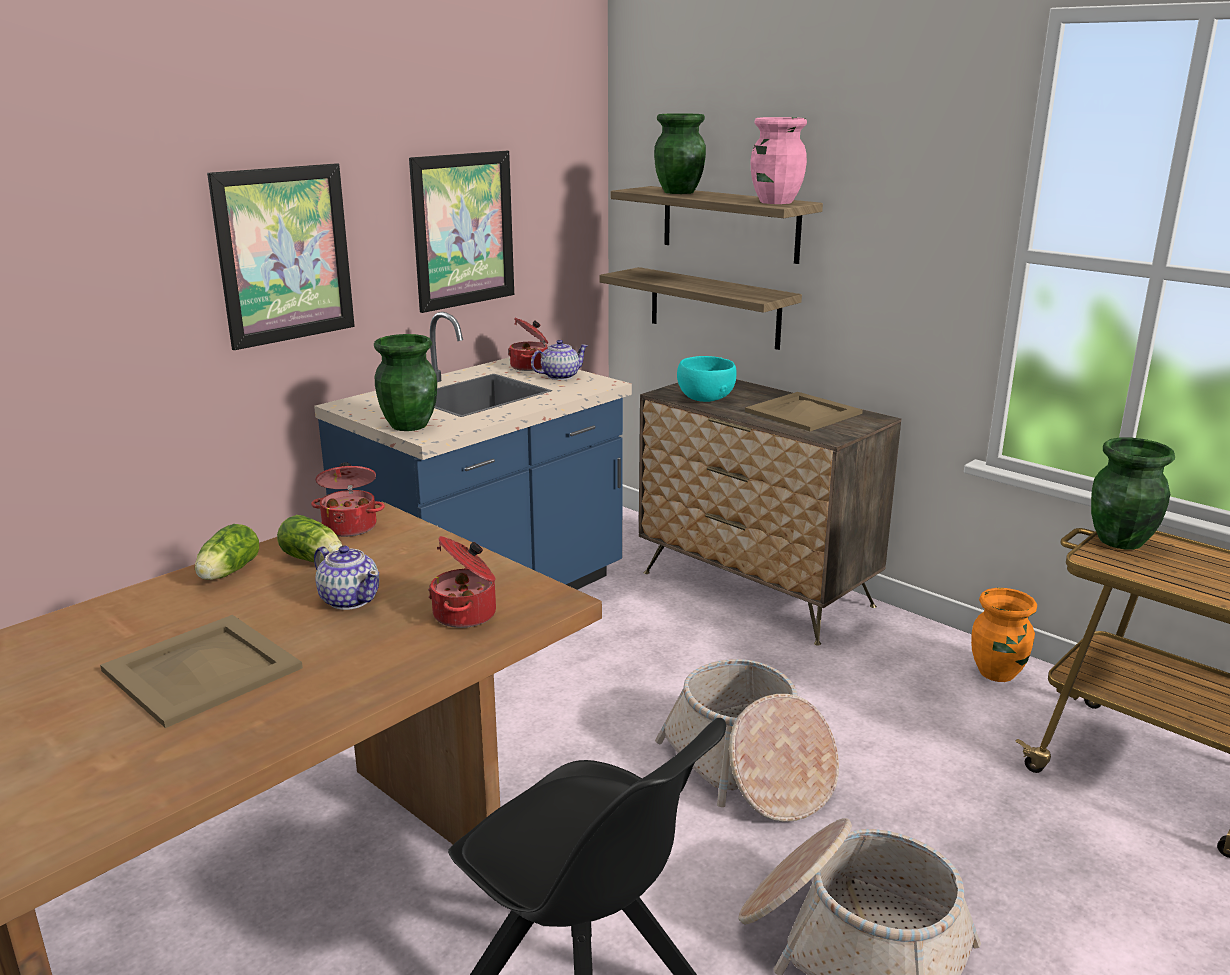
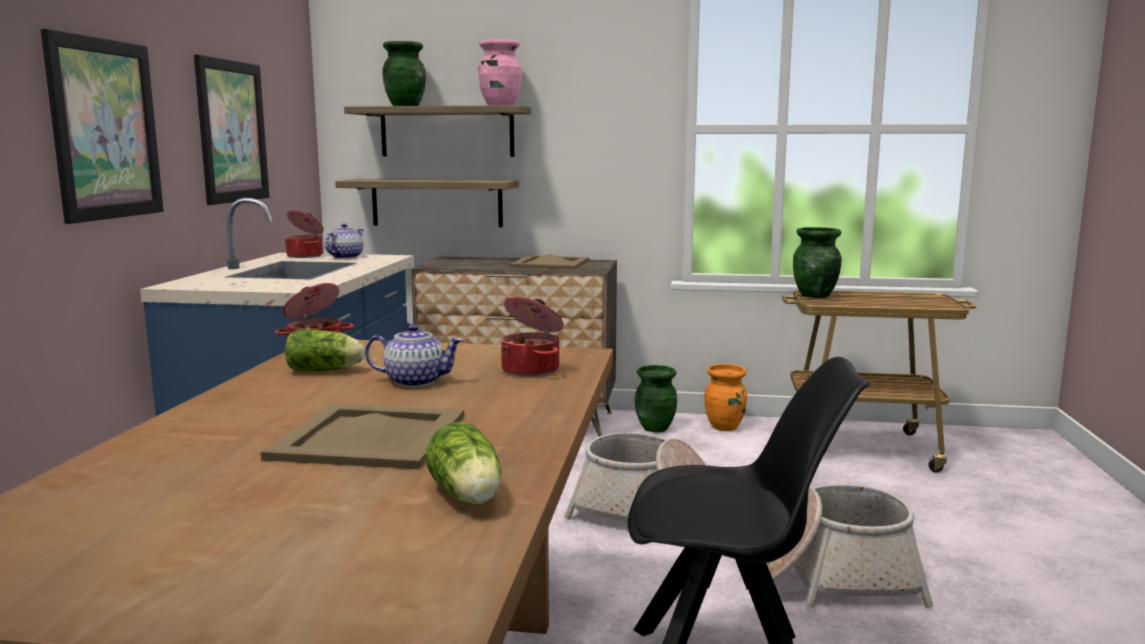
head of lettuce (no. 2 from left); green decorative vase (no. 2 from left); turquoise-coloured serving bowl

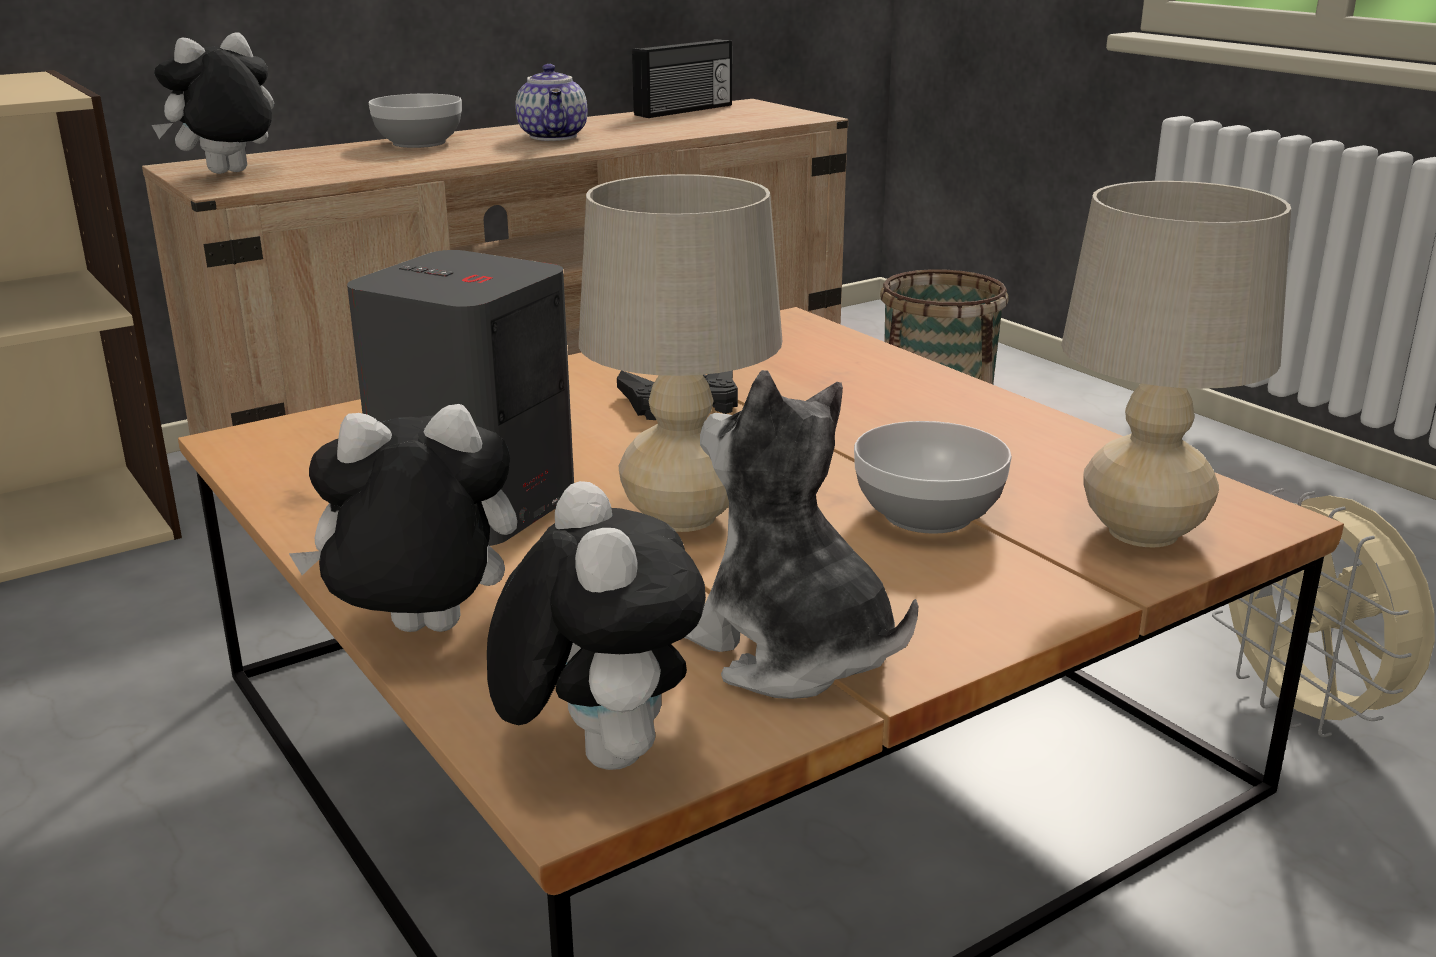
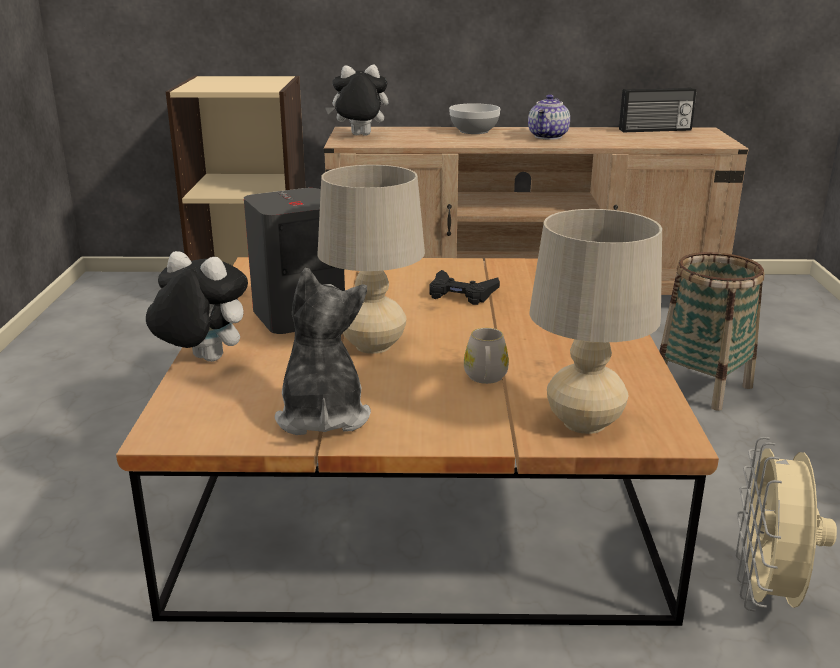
soft toy (no. 3 from left in the first image); whitish tea mug

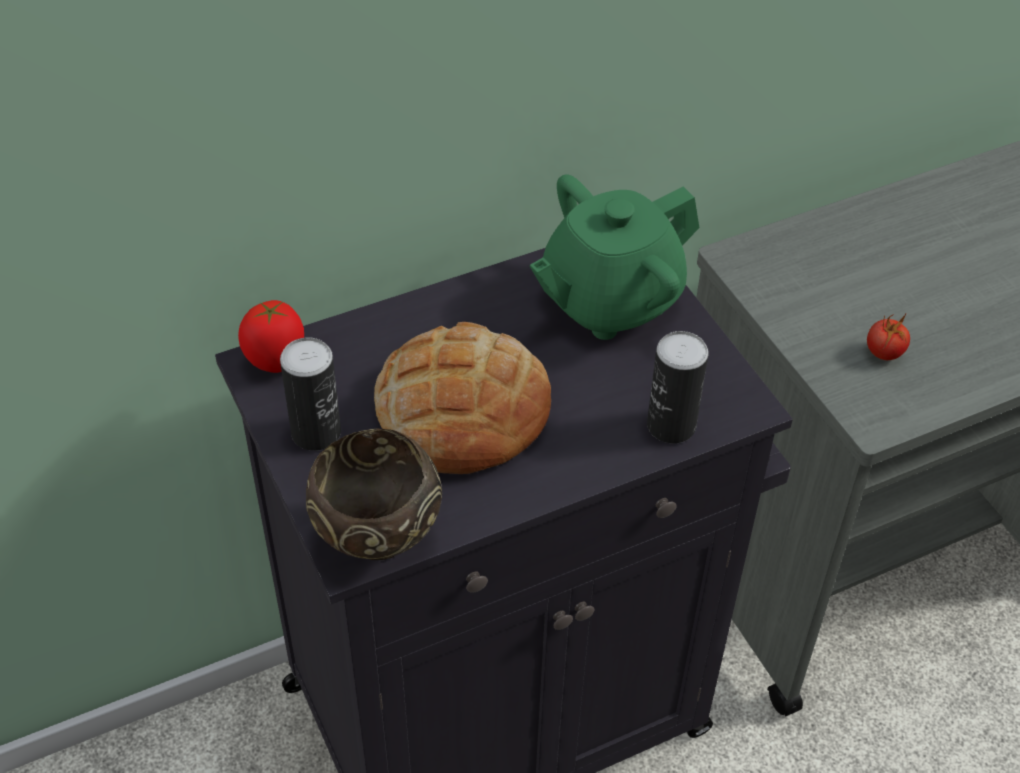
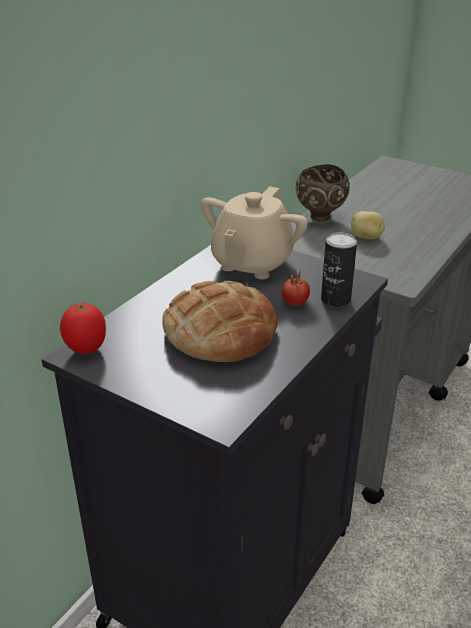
metal can (no. 1 from left in the first image); brownish serving bowl; beige teapot; tomato (no. 2 from left); spud

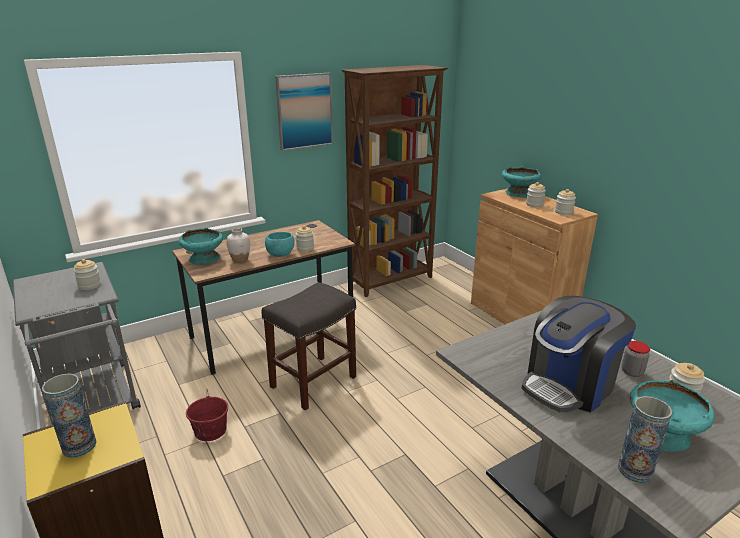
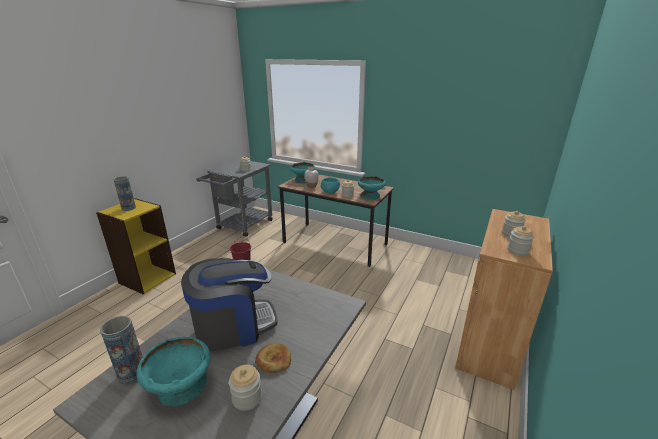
greyish stool seat; picture; brownish bookcase; turquoise-coloured serving bowl (no. 4 from left); coffee machine; bread

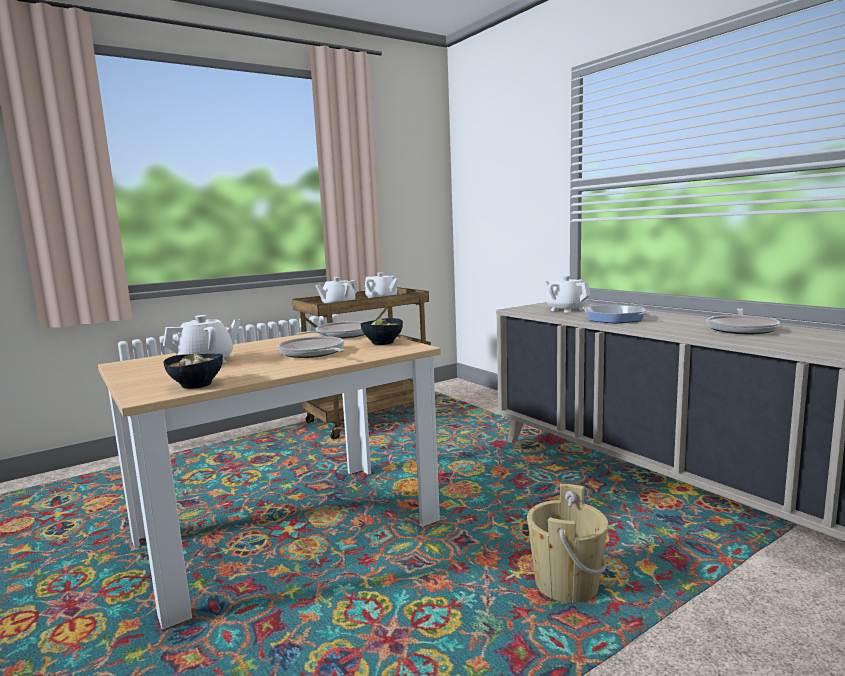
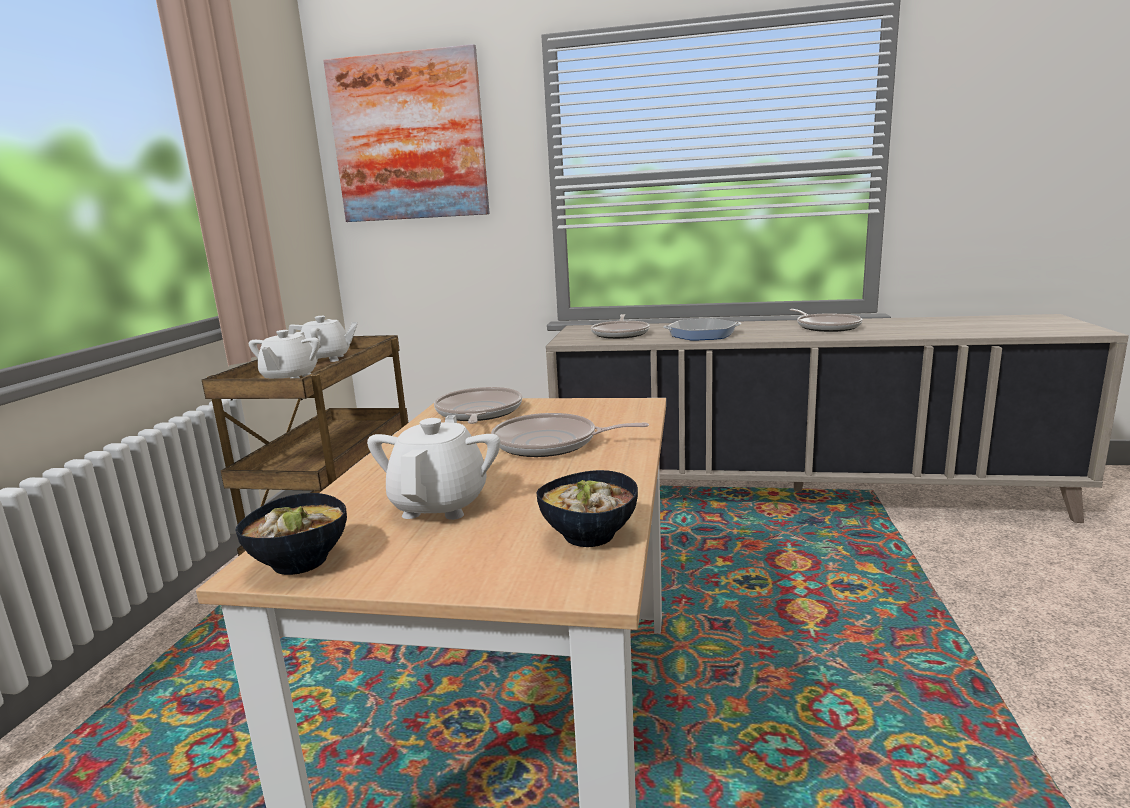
serving bowl (no. 1 from left); beige bucket; frying pan (no. 3 from left); picture

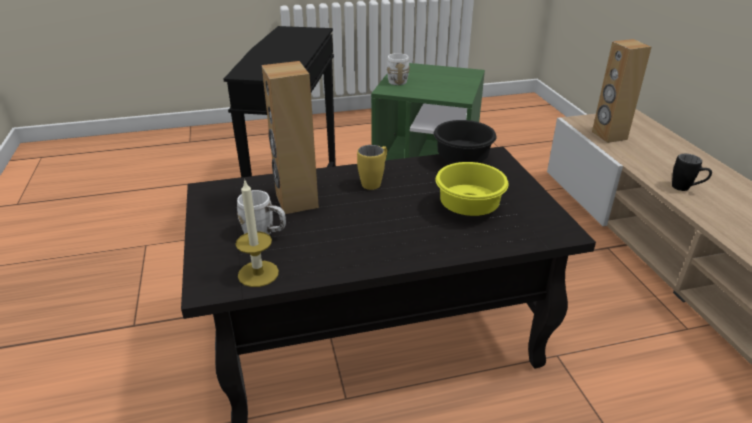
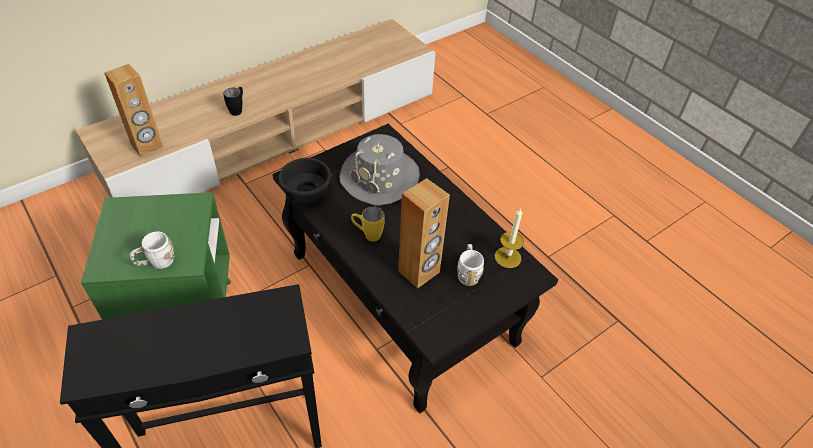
greyish hat

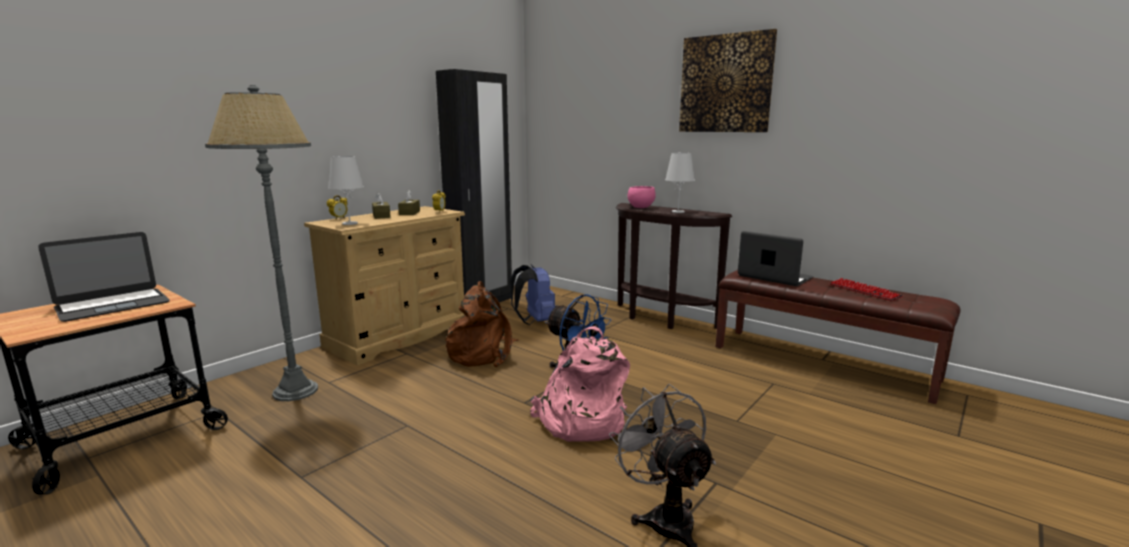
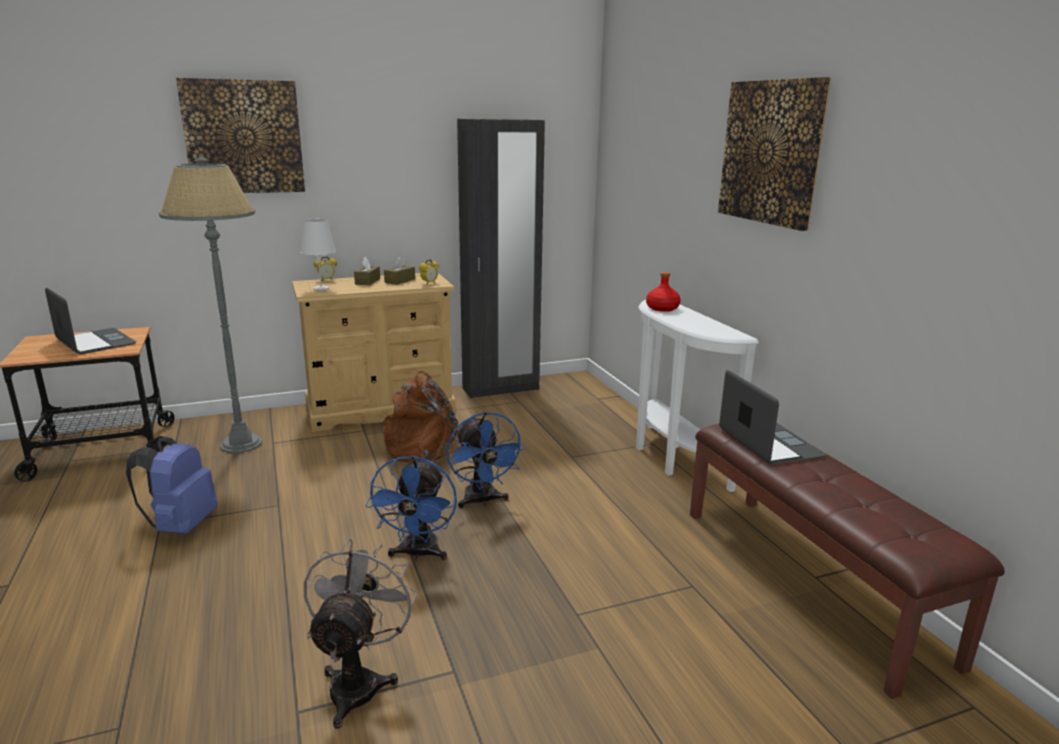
laptop (no. 1 from left); blue backpack; blue fan (no. 1 from left); whitish hall table; red-coloured drink bottle; whitish lamp for a table (no. 2 from left in the first image); keyboard; picture (no. 1 from left)

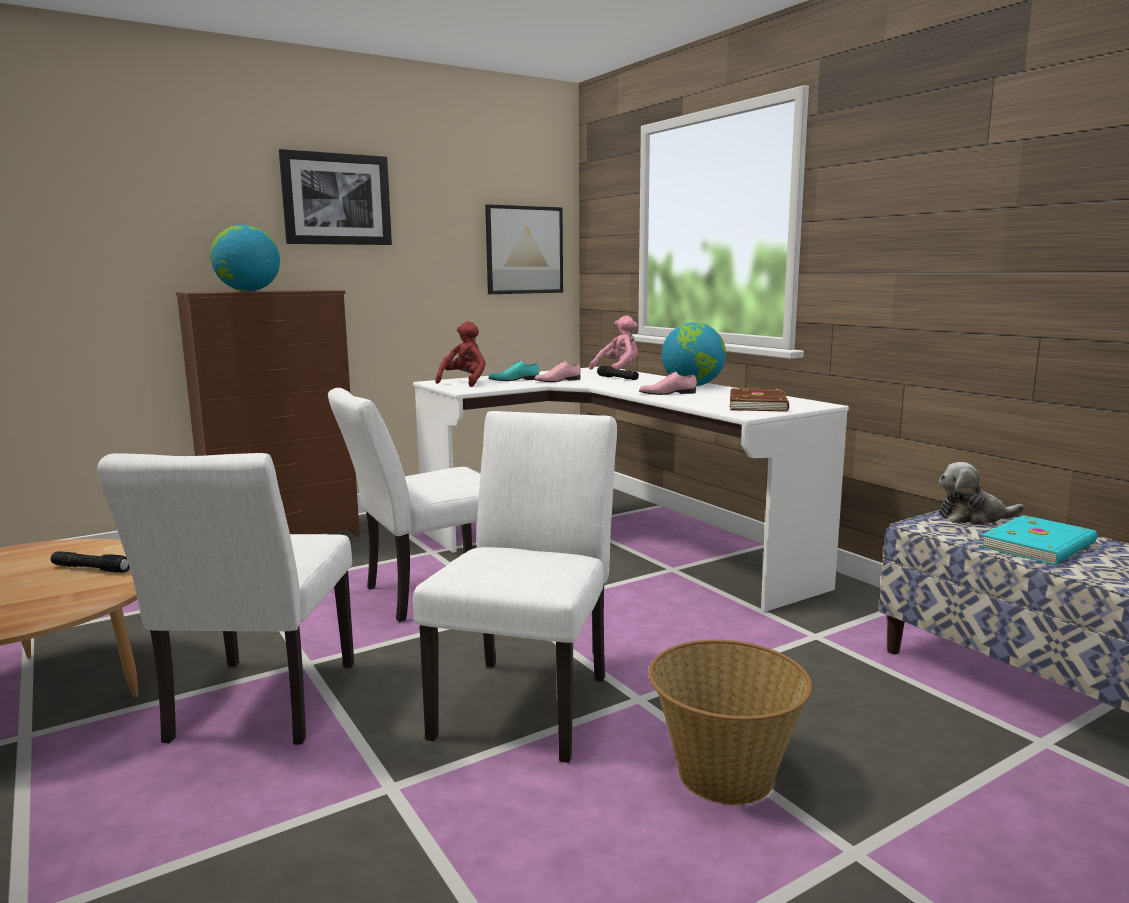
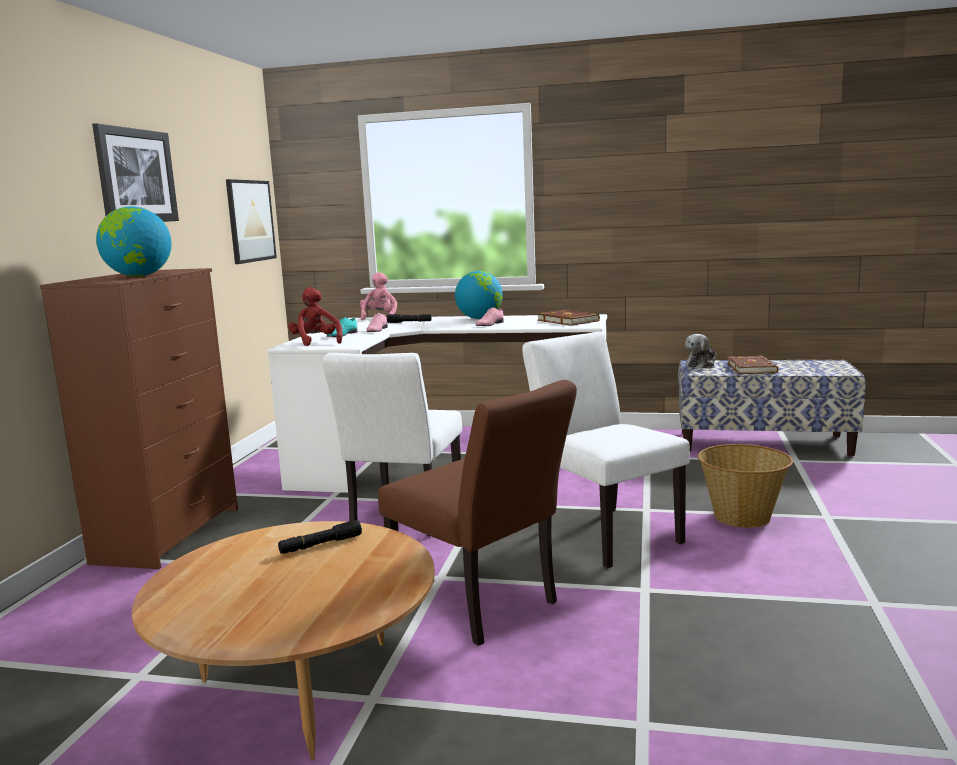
brownish plain chair; brownish bound book (no. 2 from left)

